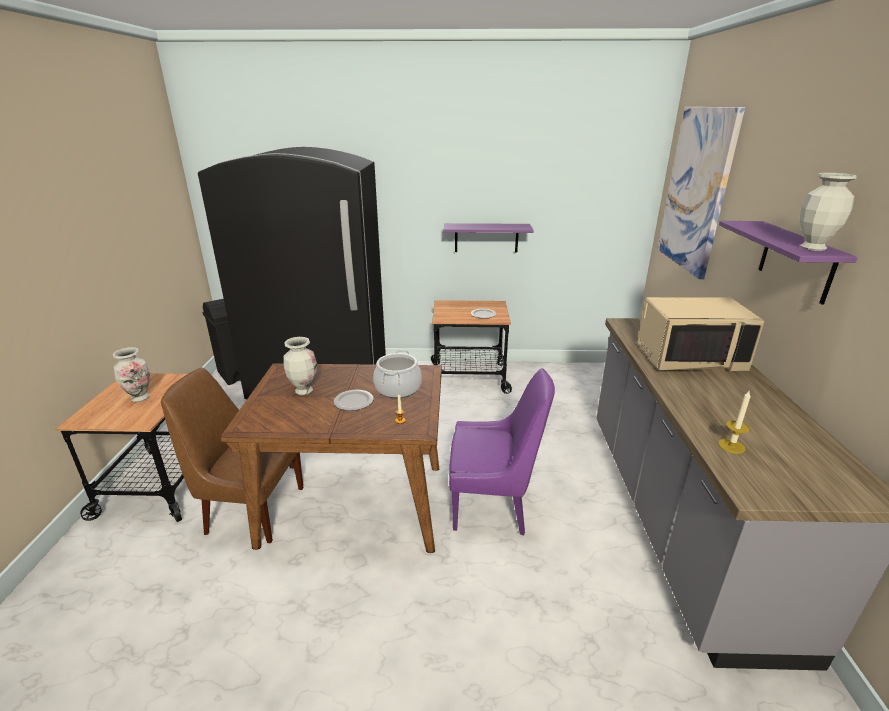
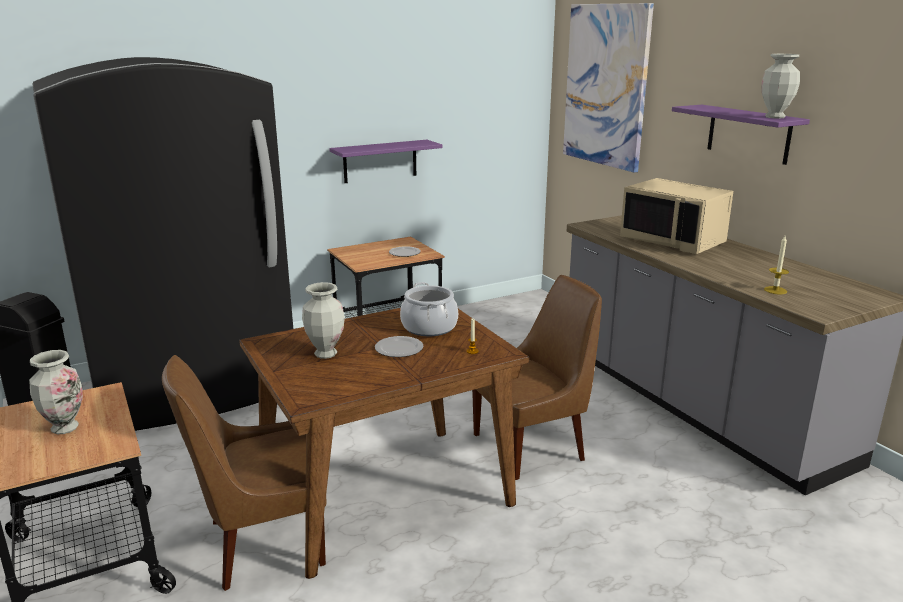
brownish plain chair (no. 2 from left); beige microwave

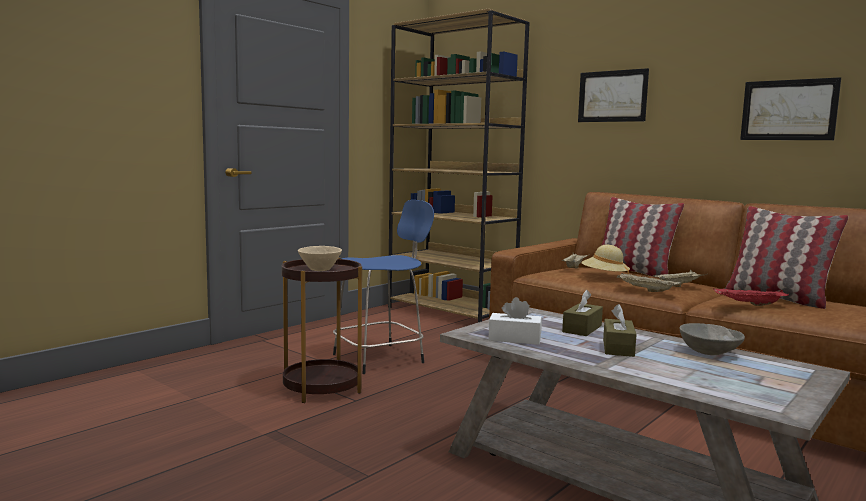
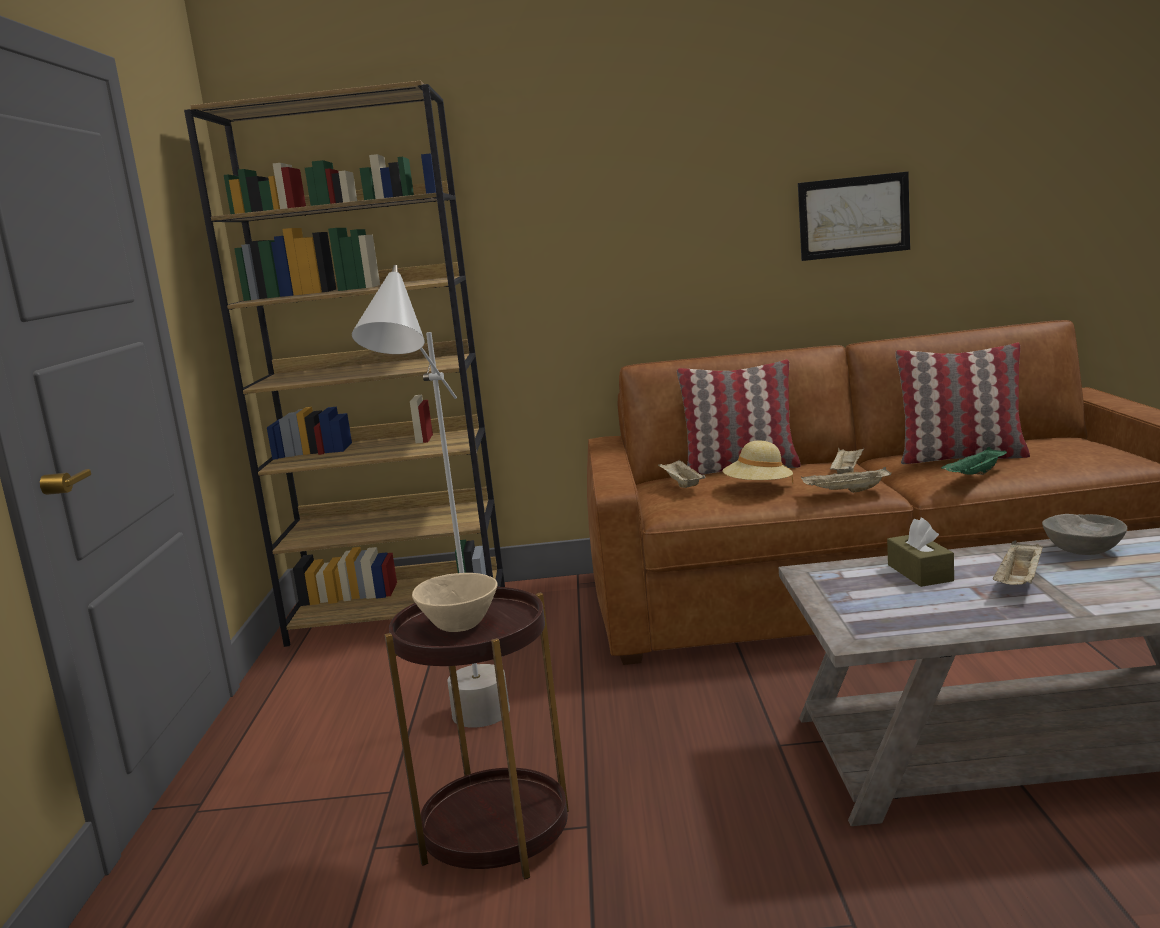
greyish standing lamp; whitish tissue box; picture (no. 1 from left in the first image); beige tray (no. 4 from left); green tray

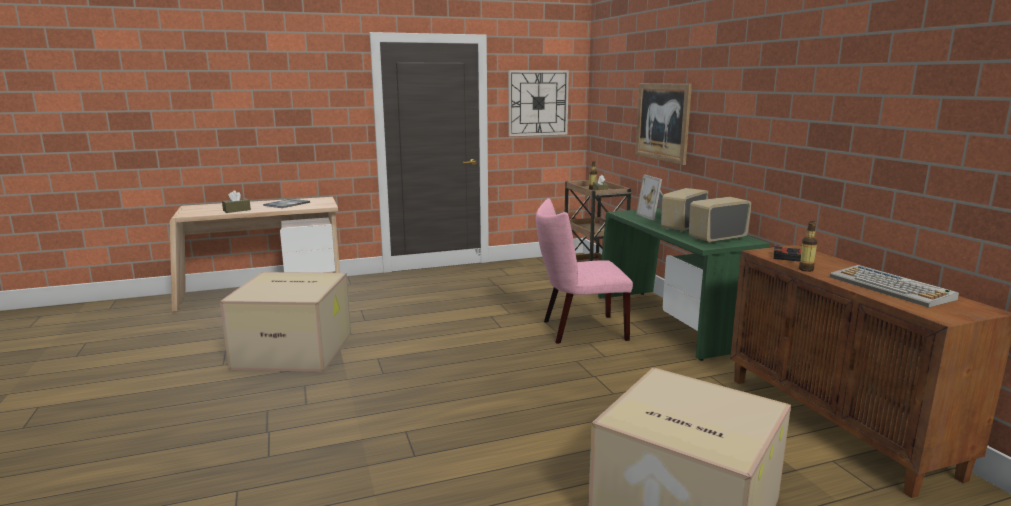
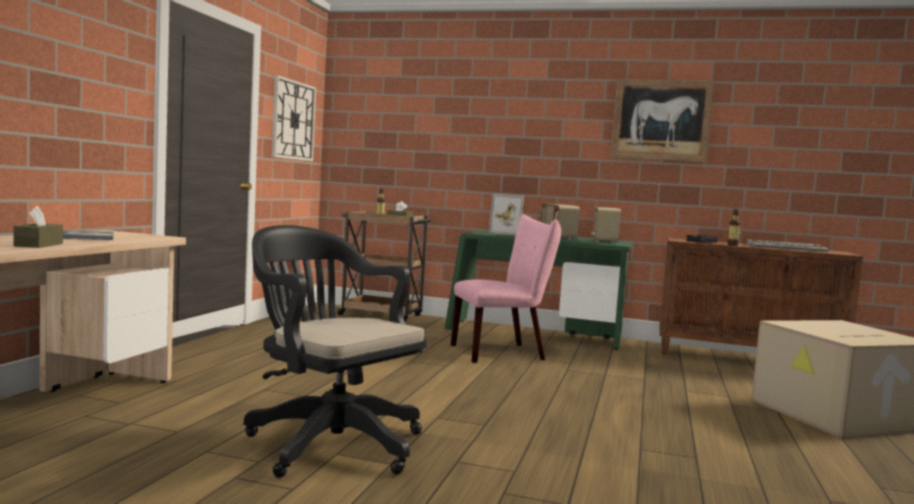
black-coloured desk chair; pink-coloured plain chair; picture

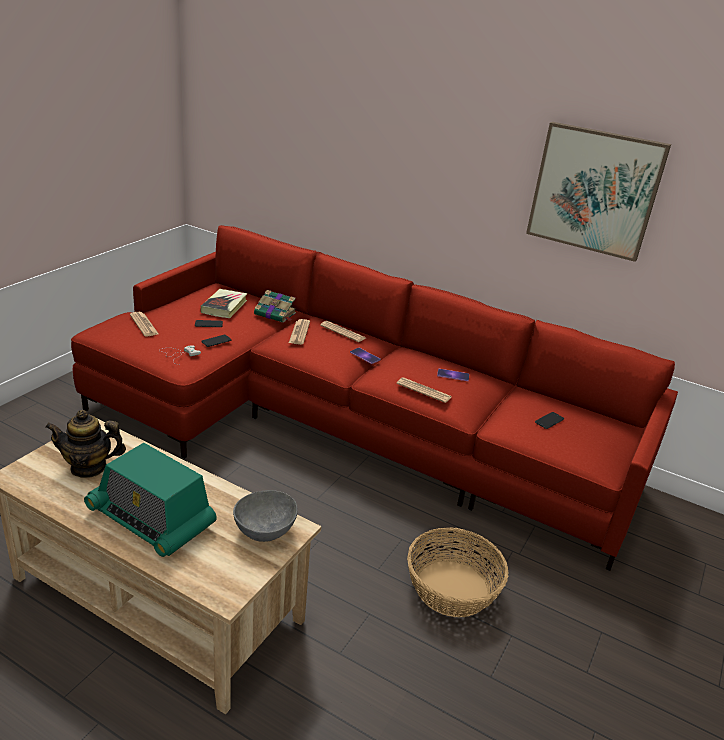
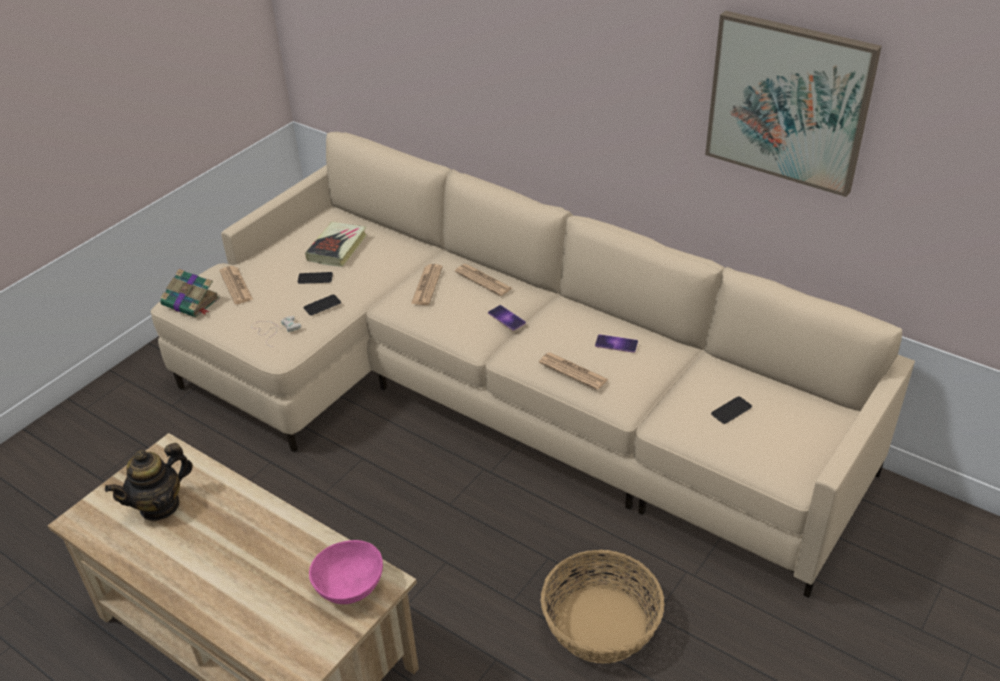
teapot; beige sofa; radio; pink-coloured serving bowl; bound book (no. 1 from left)

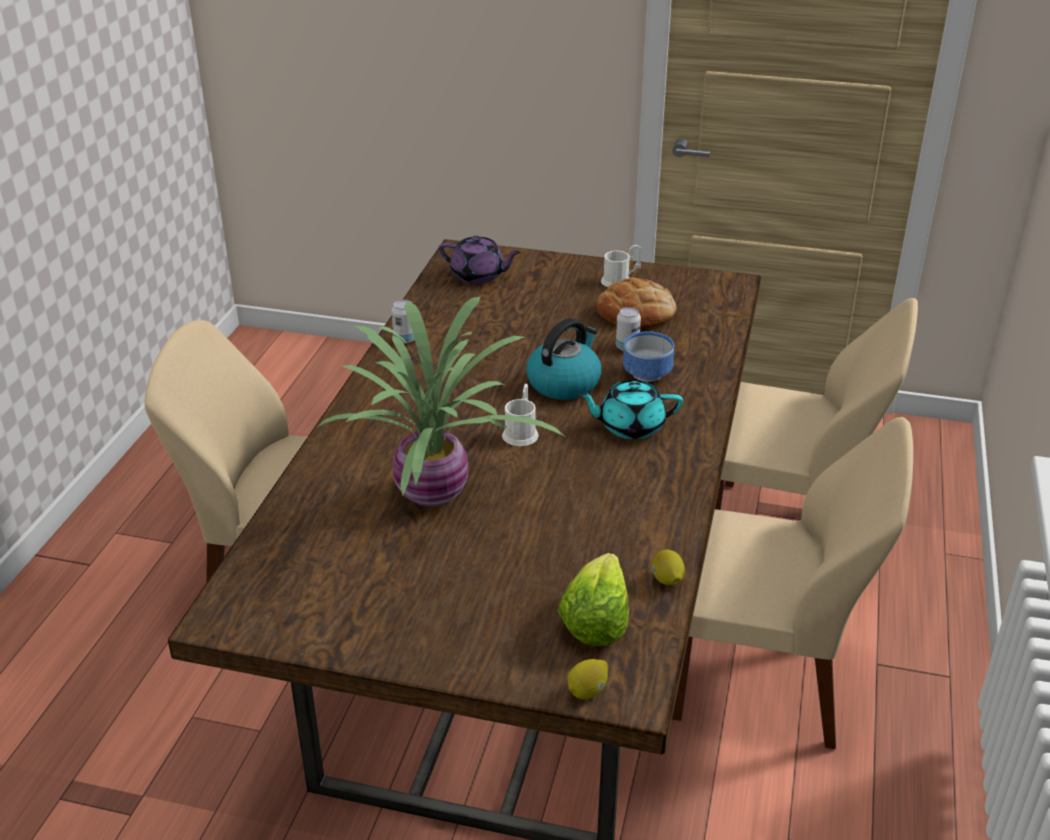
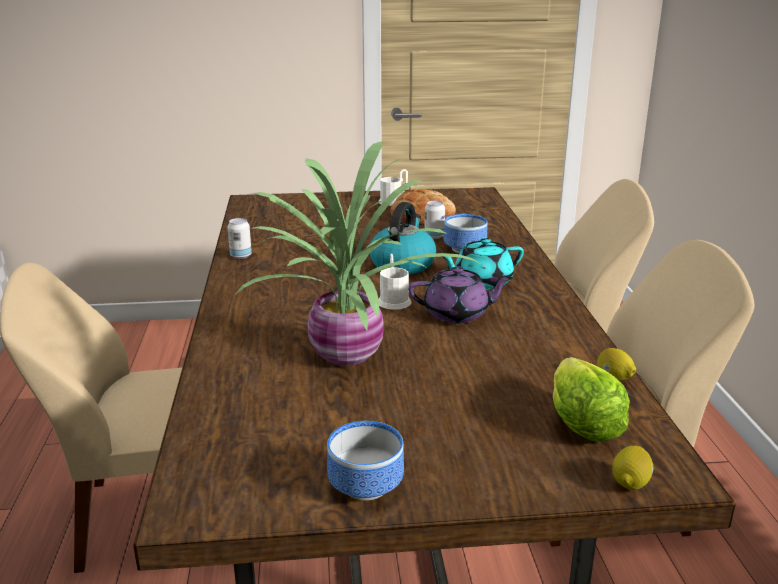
purplish teapot; serving bowl (no. 1 from left)

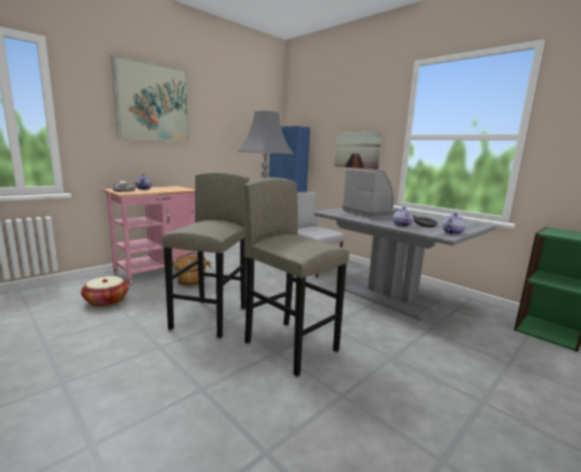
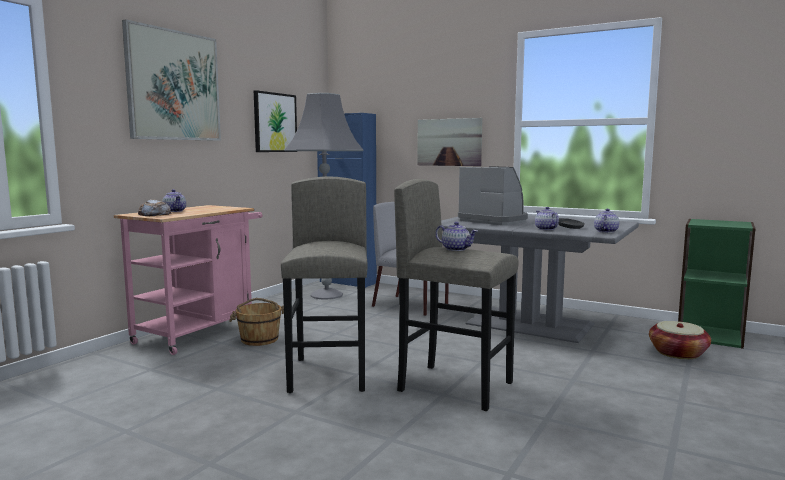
storage basket; picture (no. 2 from left); teapot (no. 2 from left)

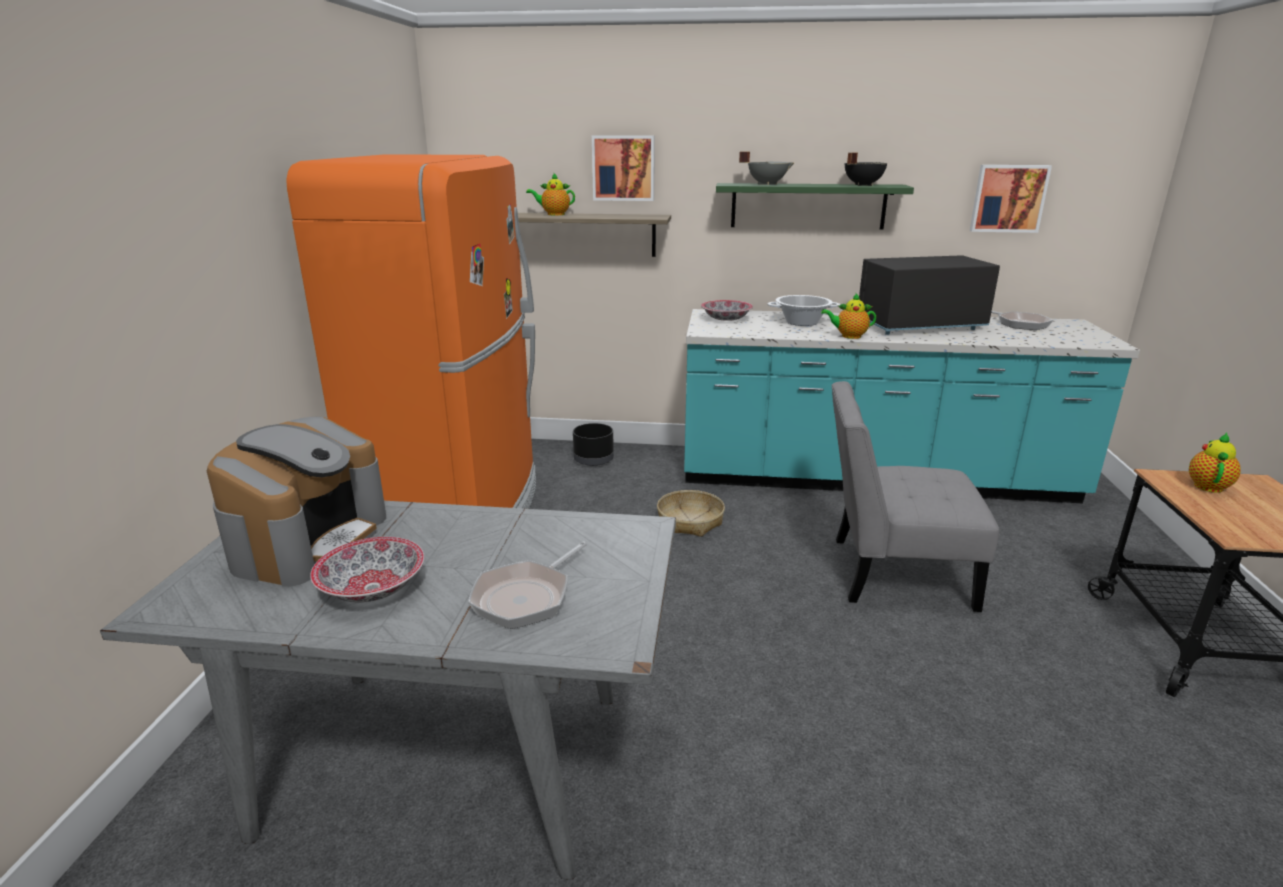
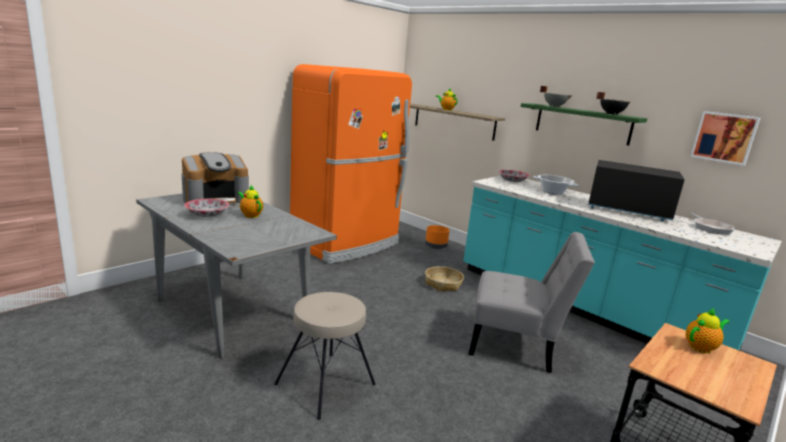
frying pan (no. 1 from left in the first image); orange plant pot; picture (no. 1 from left in the first image); teapot (no. 1 from left); greyish plain chair; beige stool seat

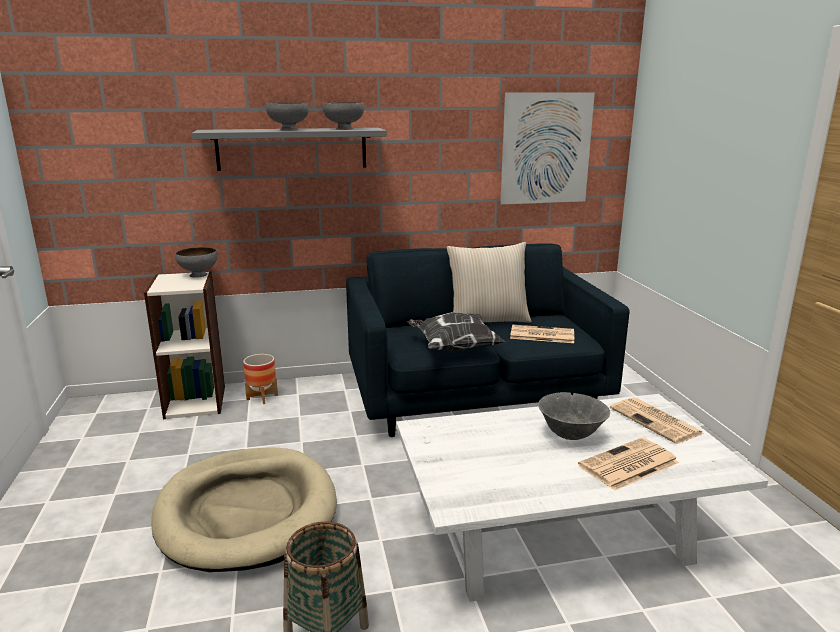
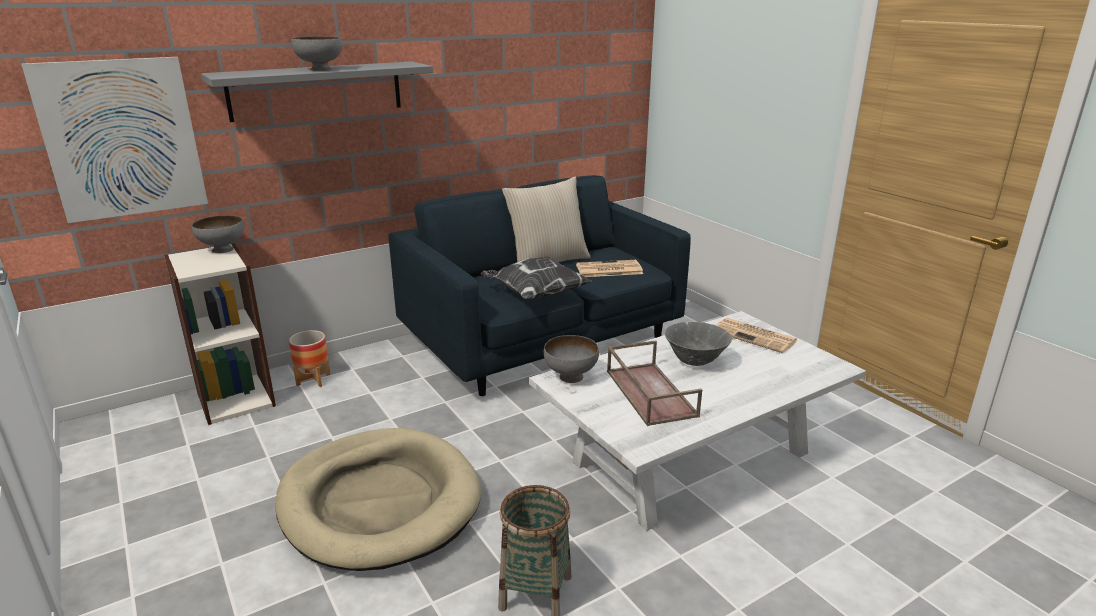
greyish serving bowl (no. 3 from left); picture; daily paper (no. 2 from left in the first image); brownish tray

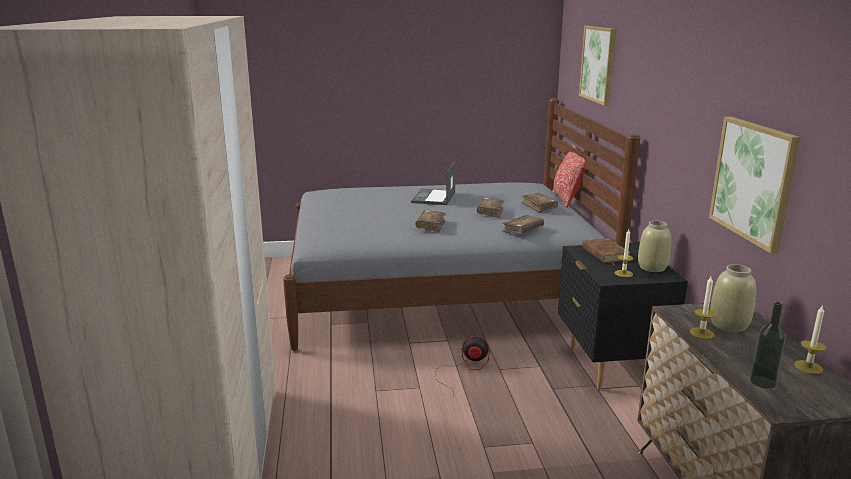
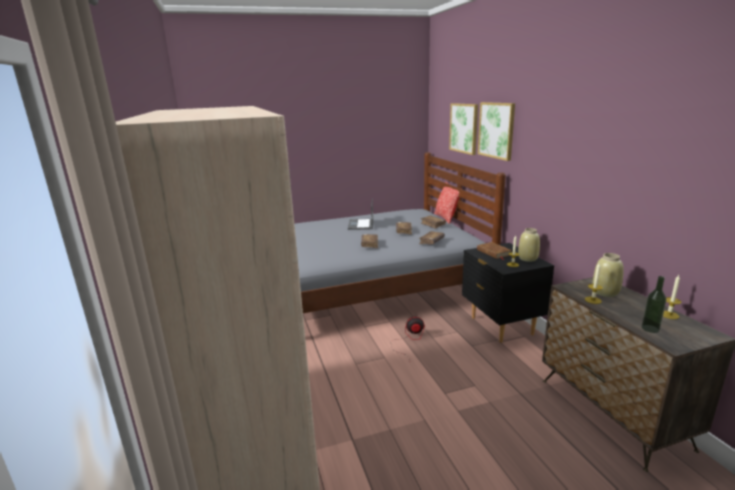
picture (no. 2 from left)

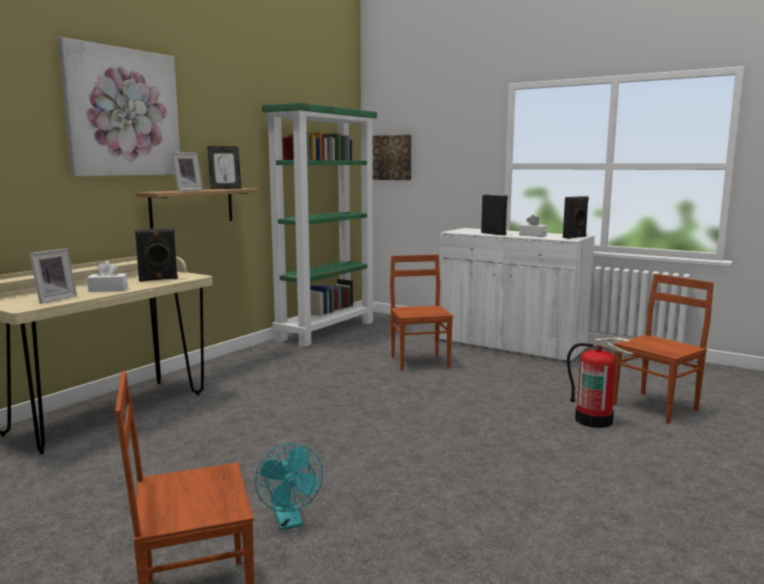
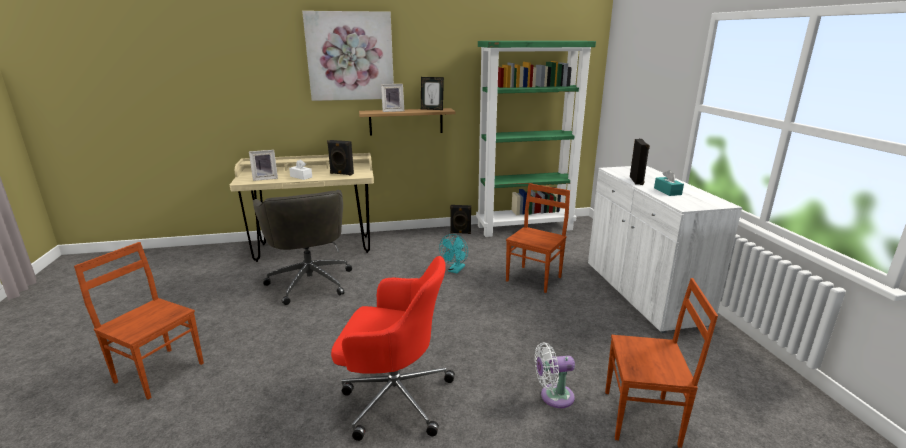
turquoise-coloured fan; picture (no. 2 from left in the first image); turquoise-coloured tissue box; black-coloured loudspeaker (no. 2 from left); whitish fan; greyish desk chair; red-coloured desk chair

